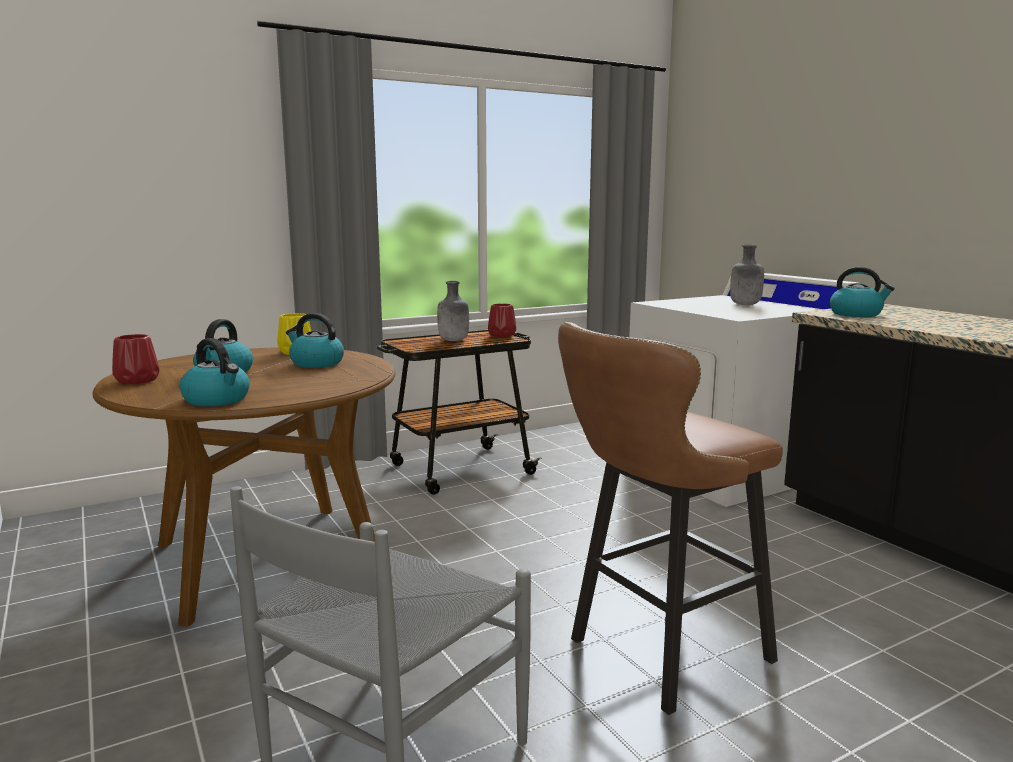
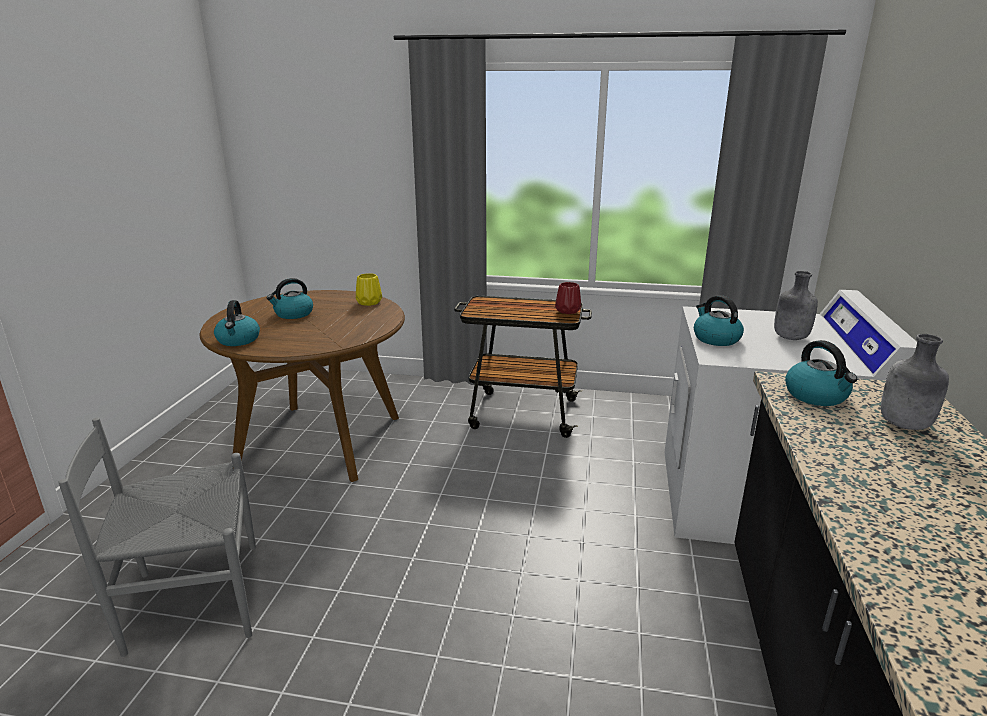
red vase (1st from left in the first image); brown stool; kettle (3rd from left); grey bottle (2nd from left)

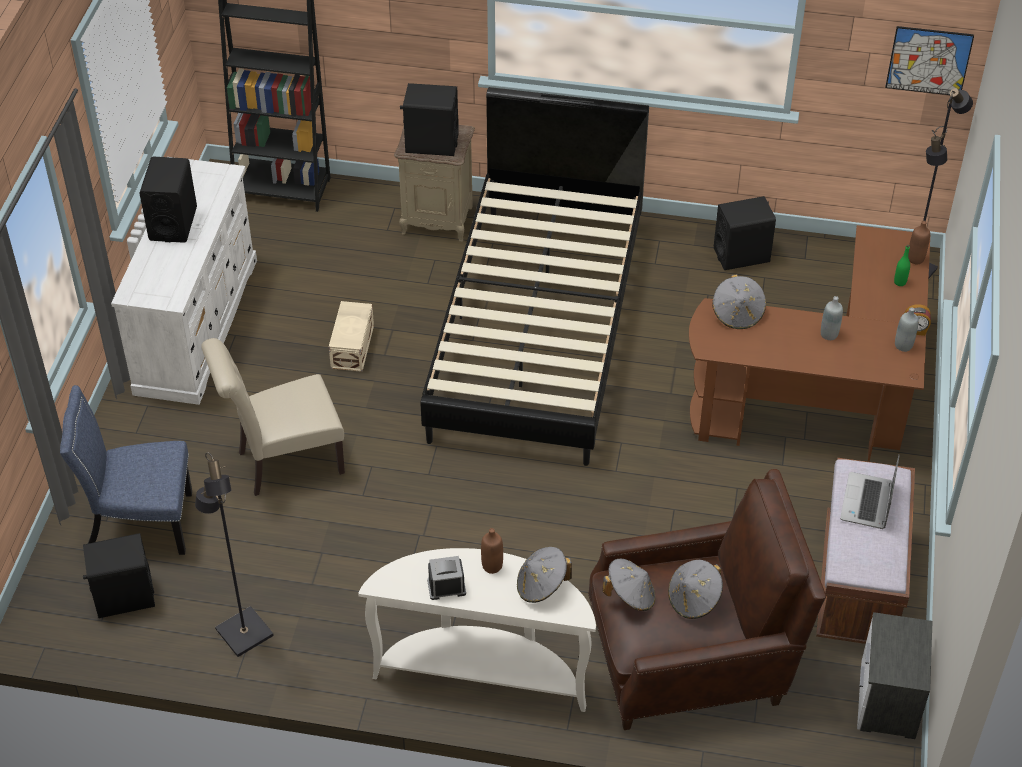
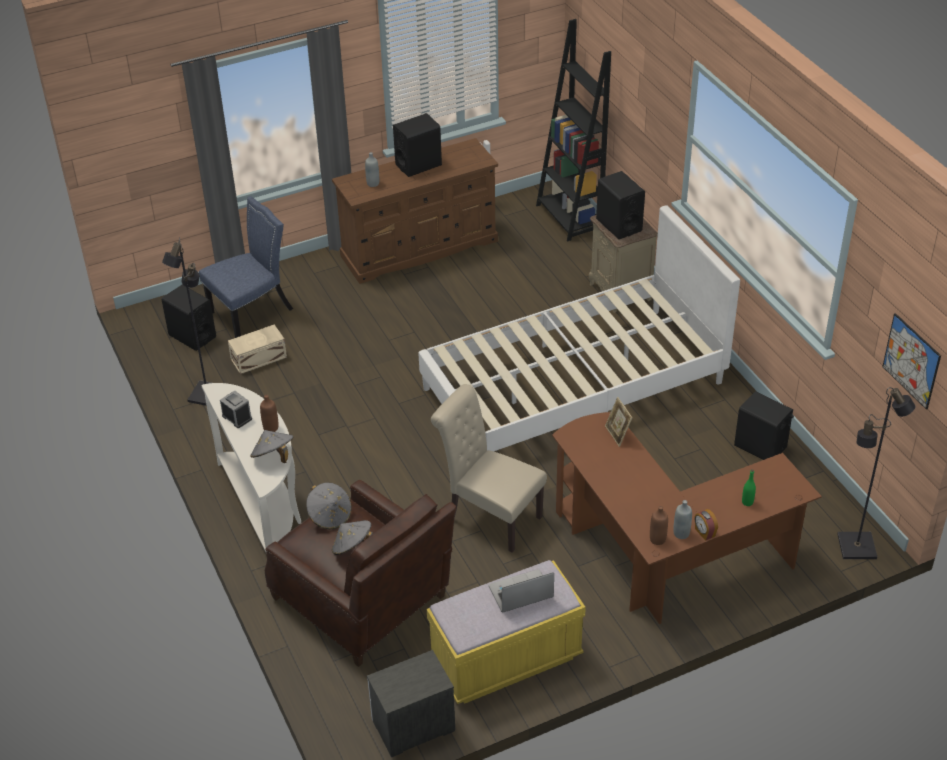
beige chair; beige storage box; grey bottle (1st from left); brown bottle (2nd from left); picture frame; brown dresser; white bed; yellow bench; blue chair

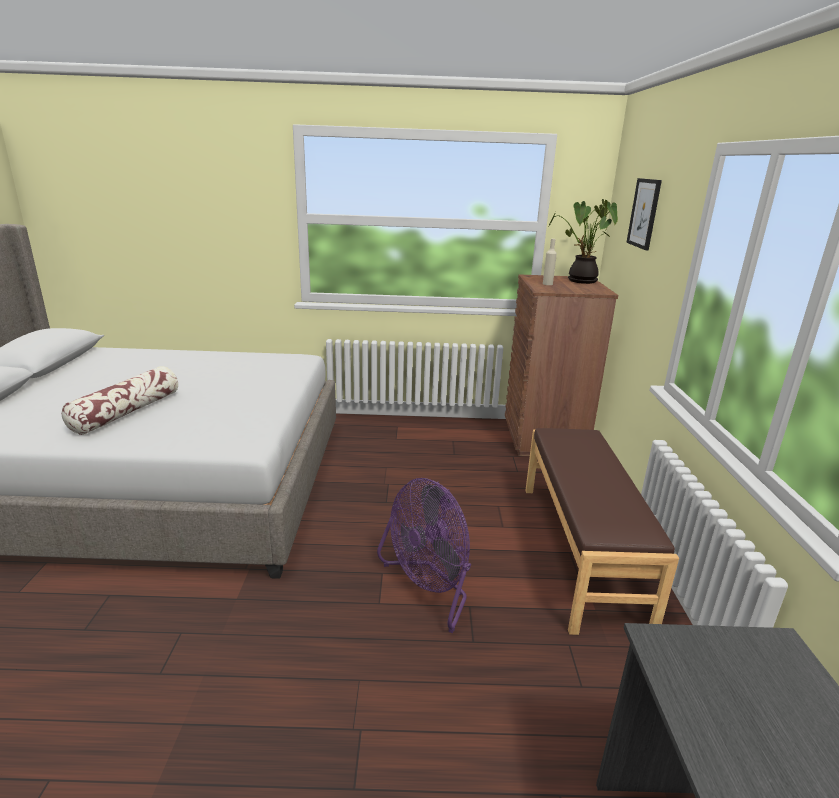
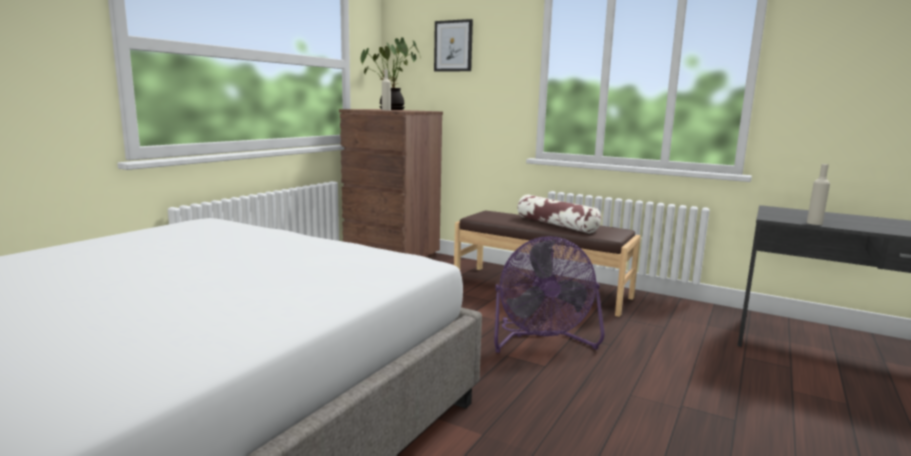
beige bottle (2nd from left); pillow

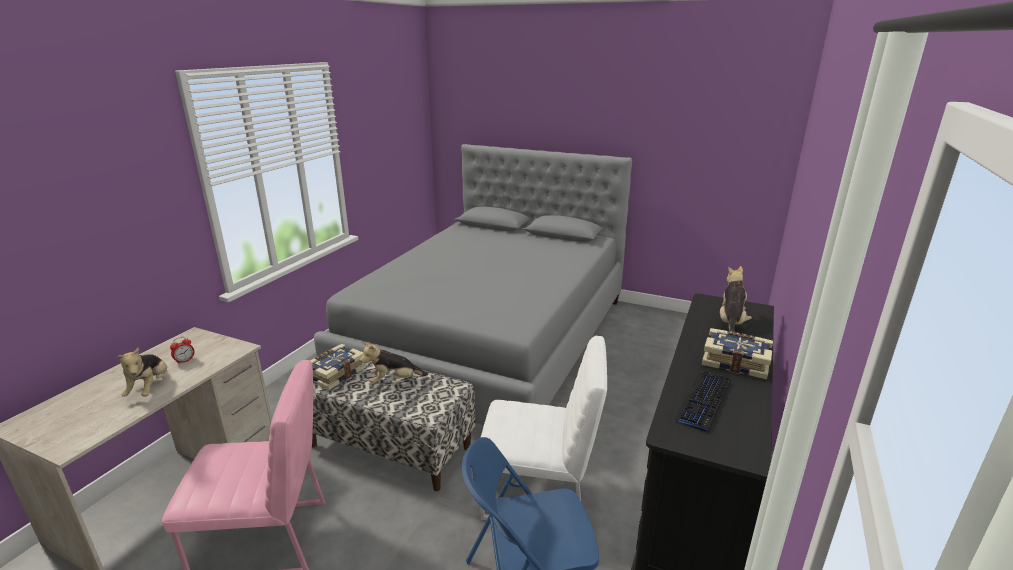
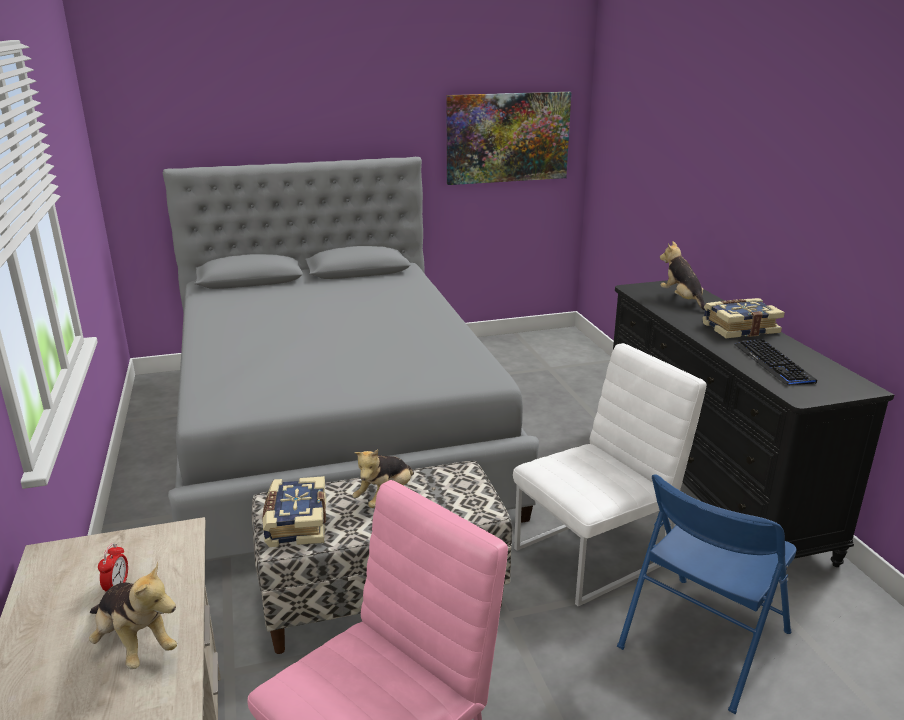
picture

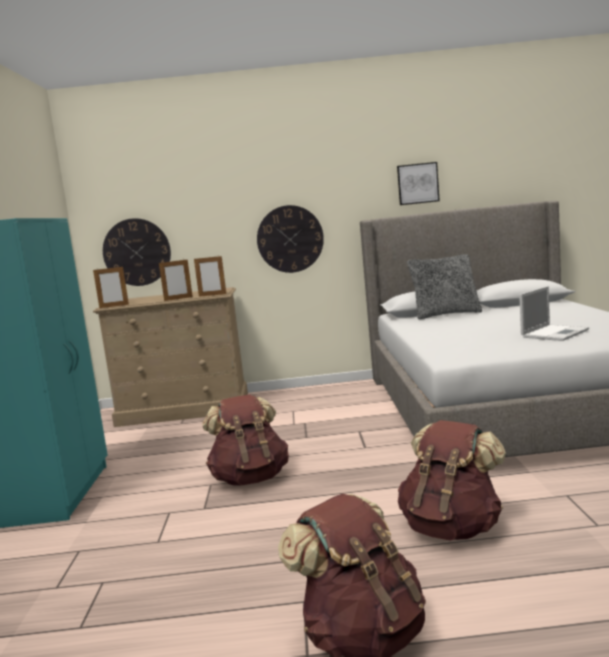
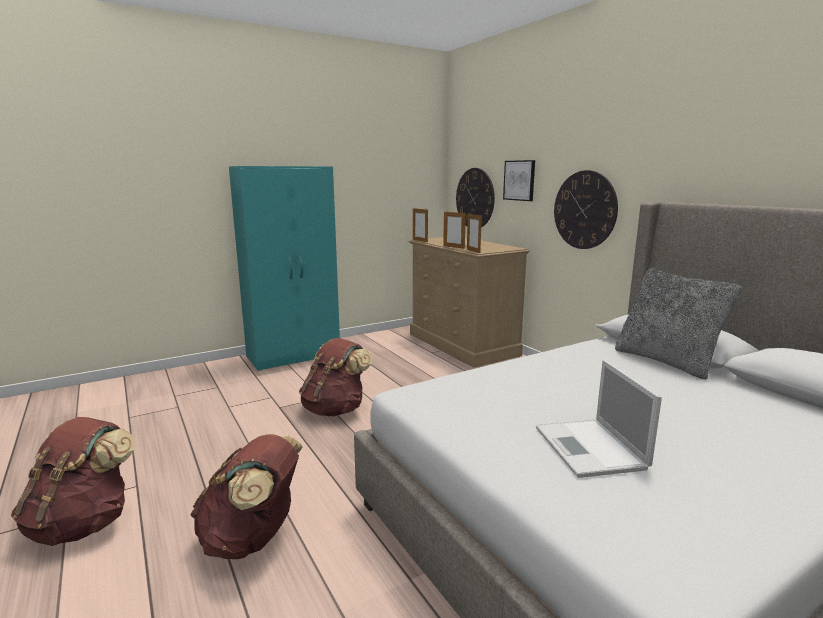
picture; laptop

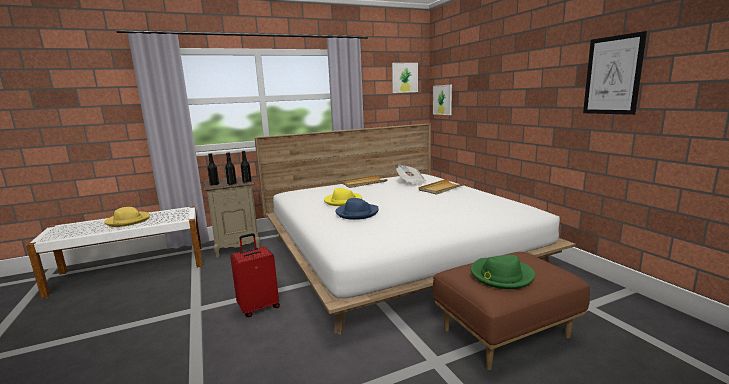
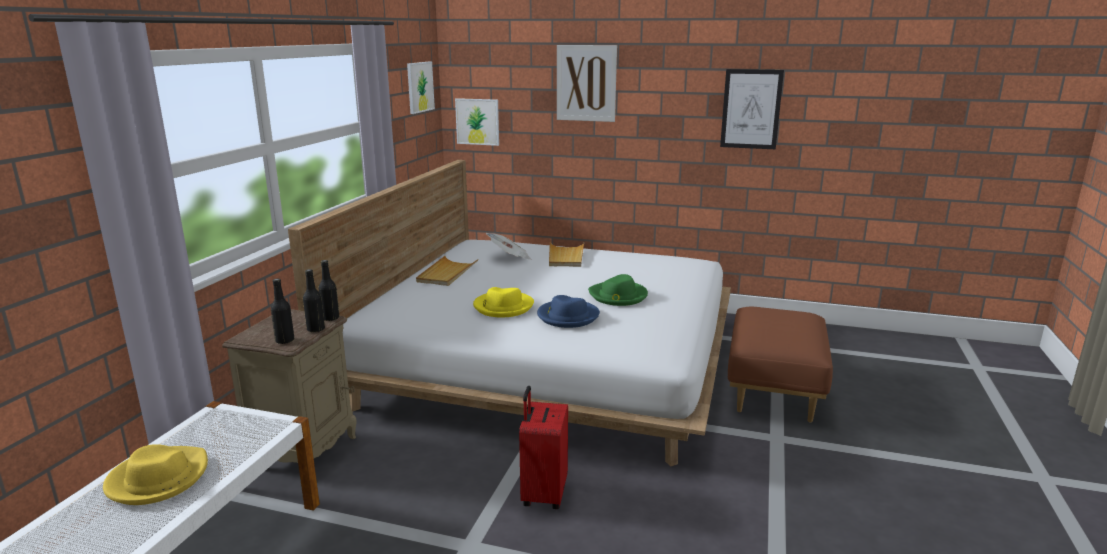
picture (3rd from left); green hat

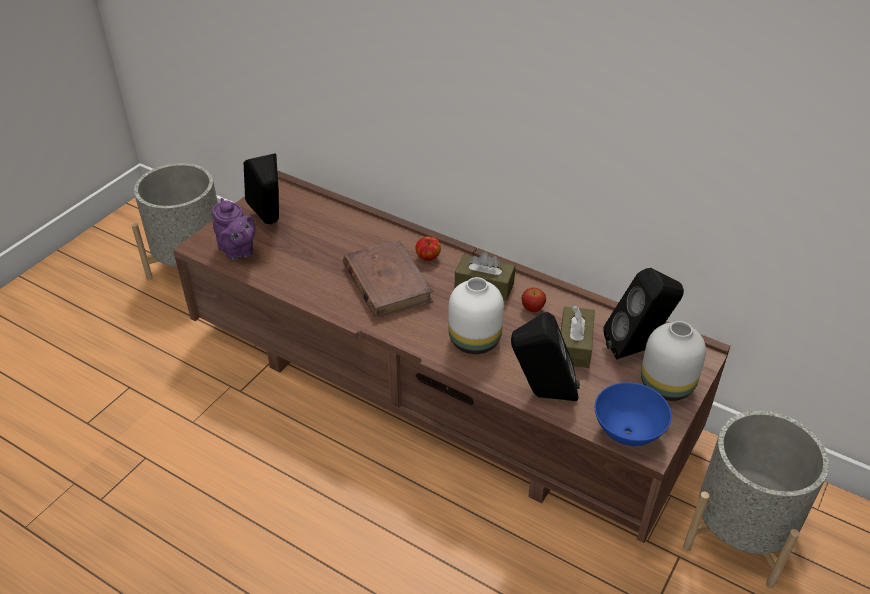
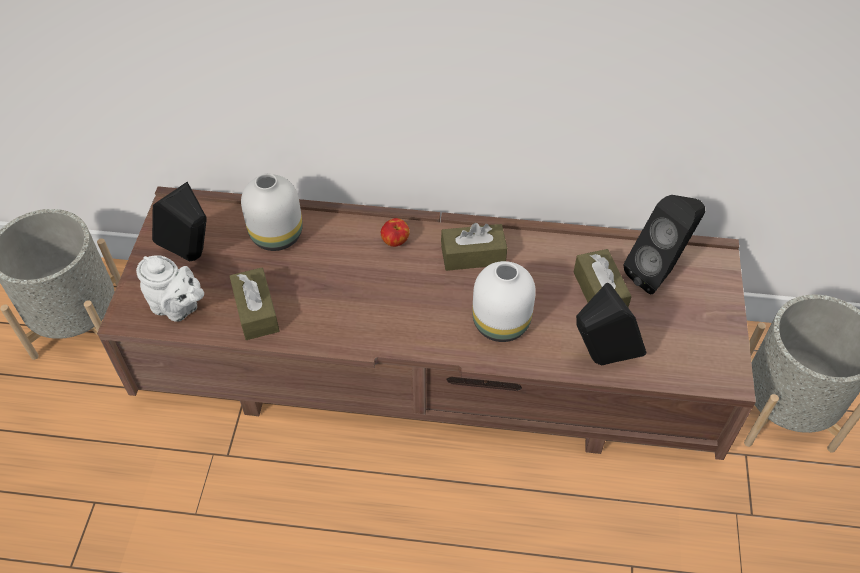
brown book; apple (2nd from left in the first image); blue bowl; brown tissue box (1st from left); white vase (1st from left); white teapot

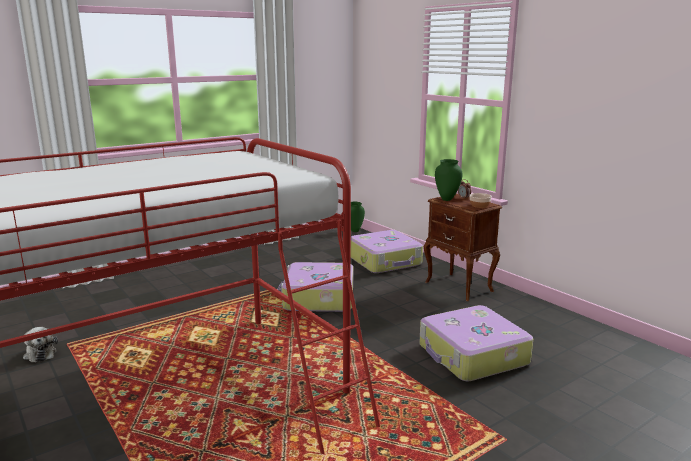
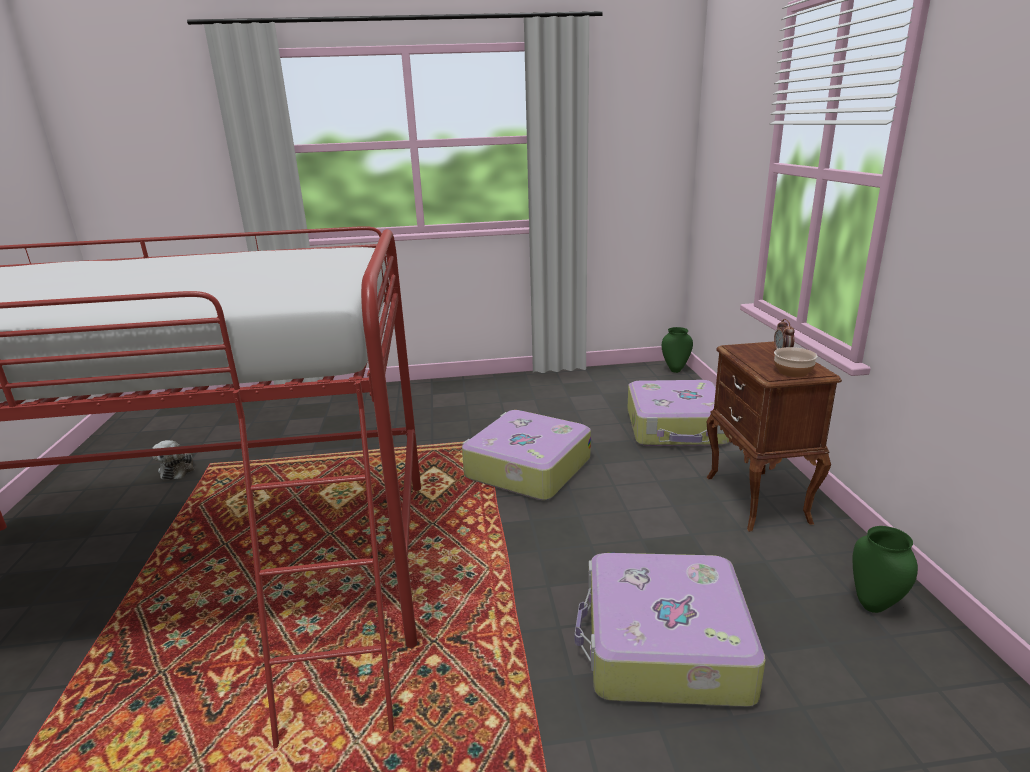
green vase (2nd from left)

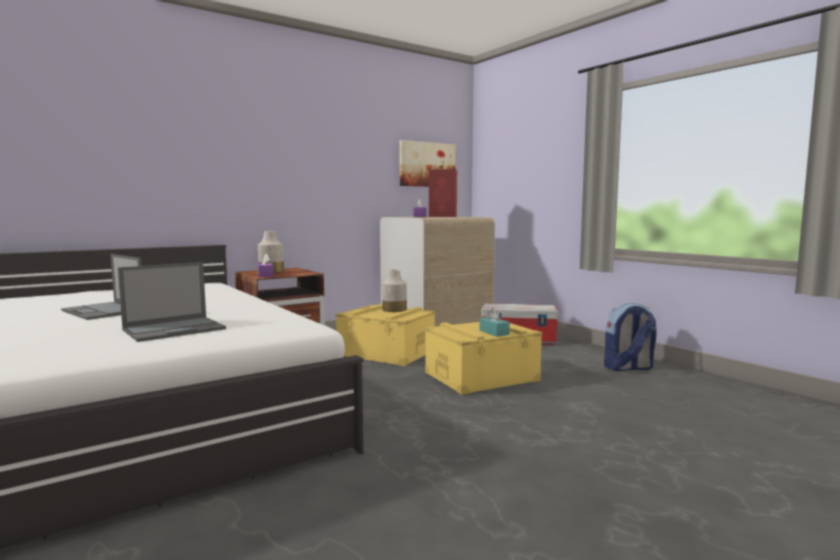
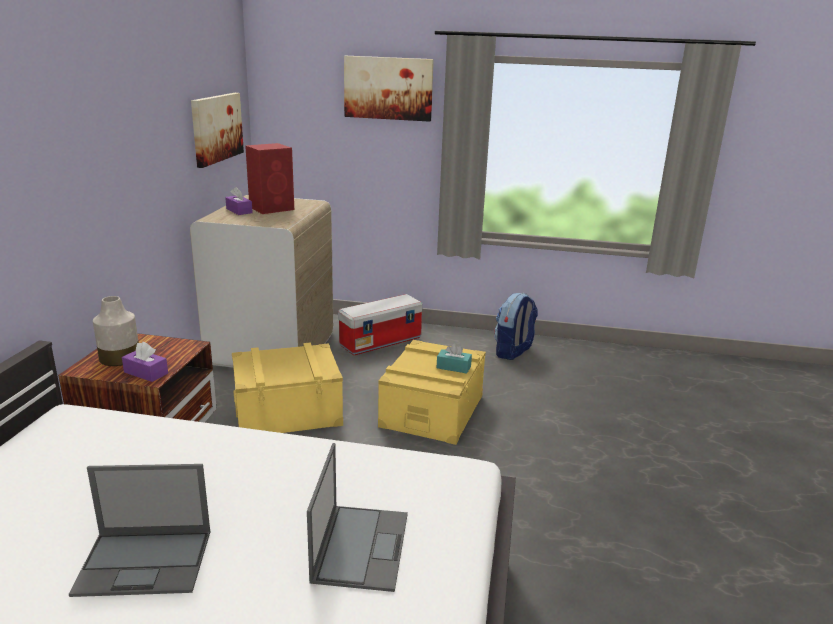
beige vase (2nd from left in the first image); picture (2nd from left)

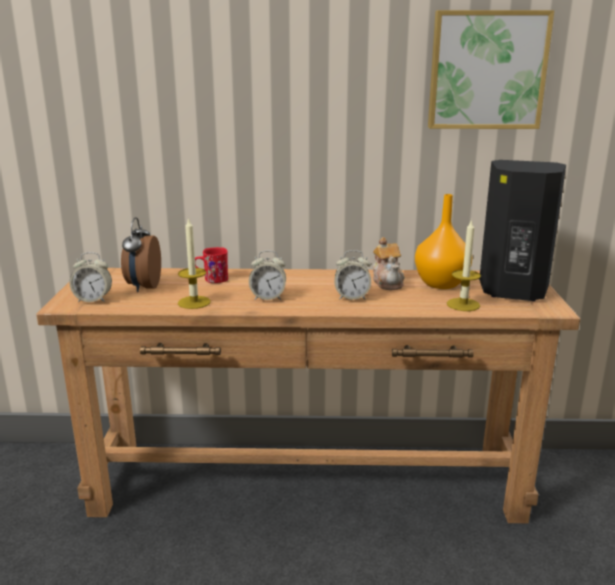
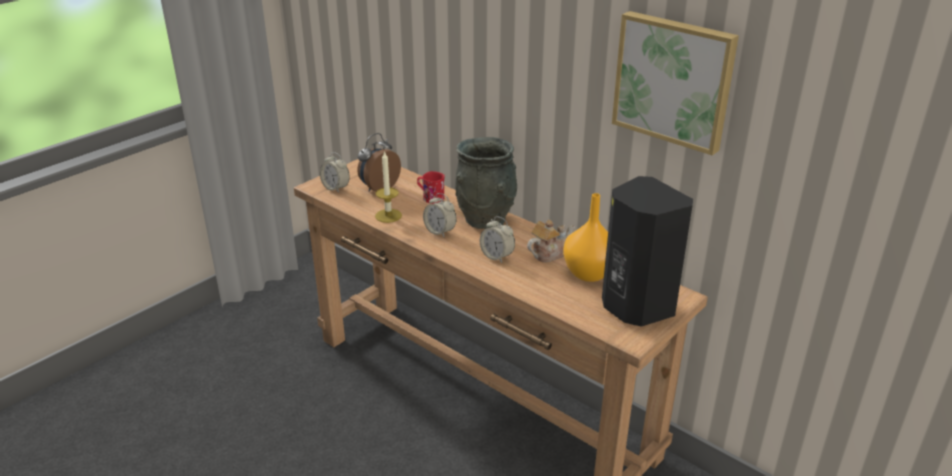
candle (2nd from left in the first image); grey vase; teapot

